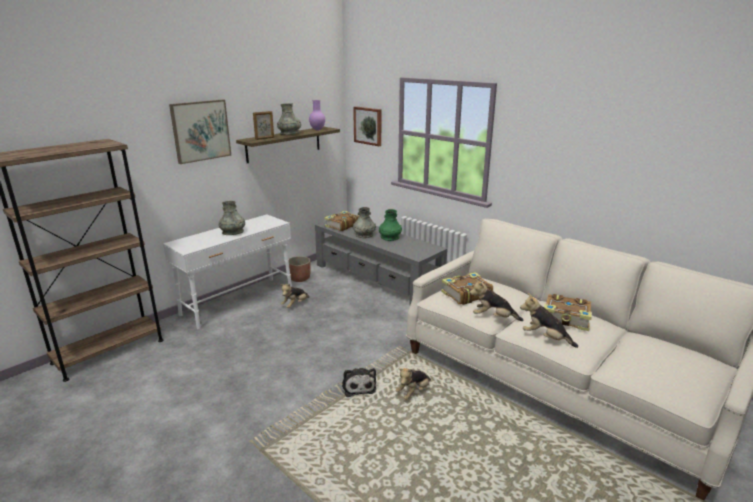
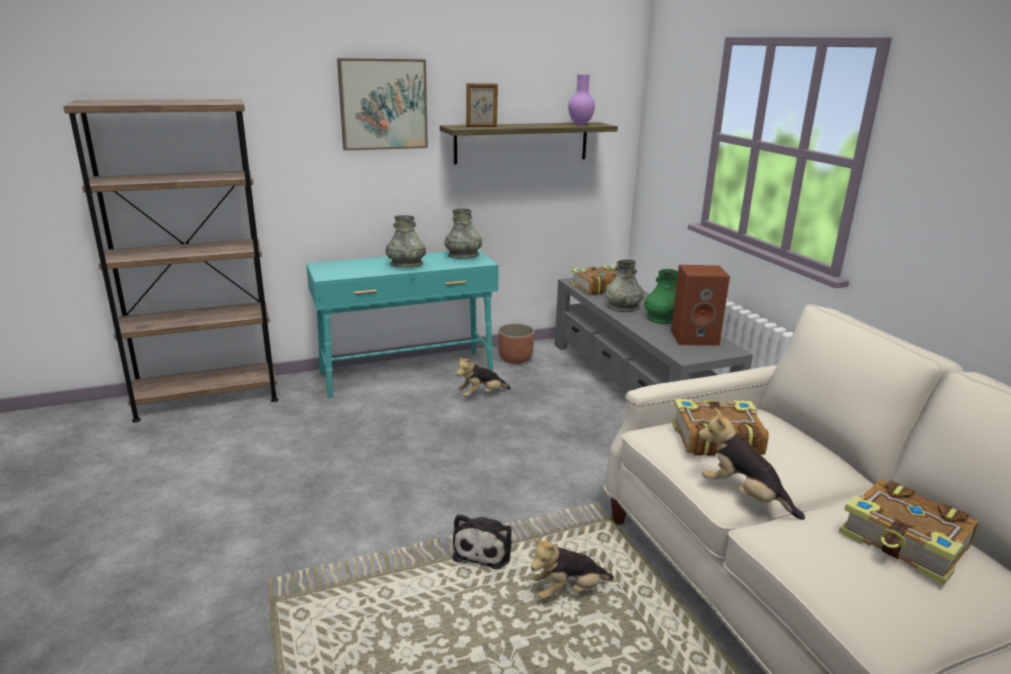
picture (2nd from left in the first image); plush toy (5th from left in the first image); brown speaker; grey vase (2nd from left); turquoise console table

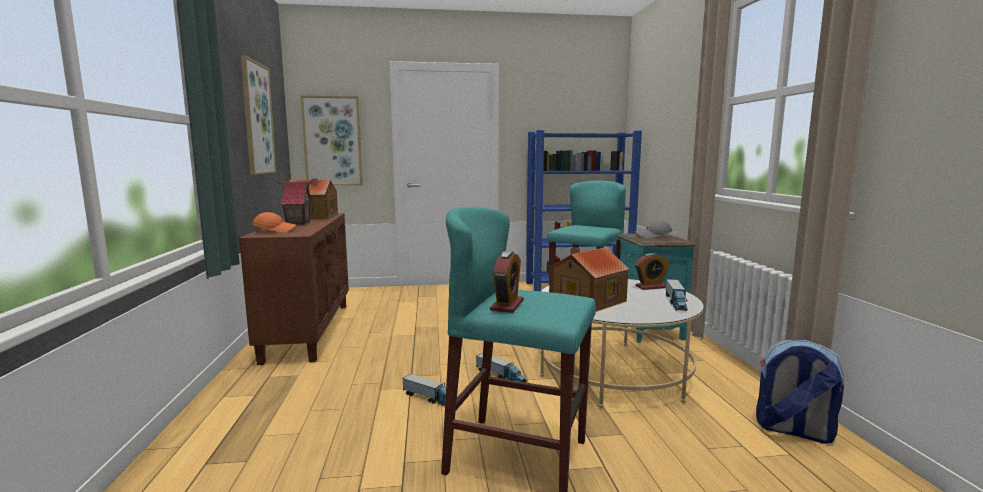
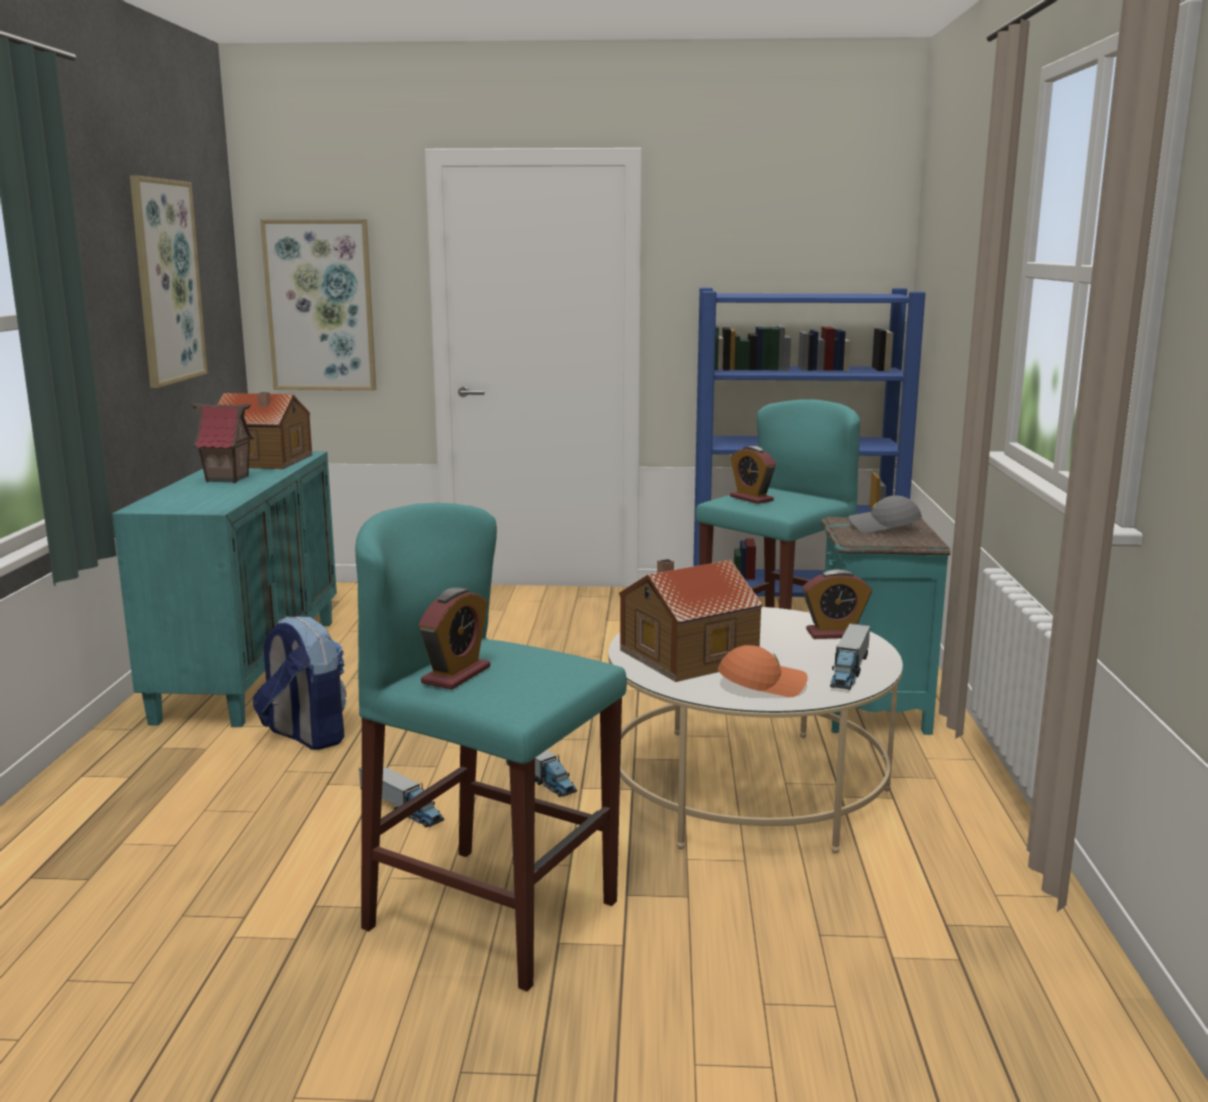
alarm clock (2nd from left); orange cap; backpack; turquoise cabinet

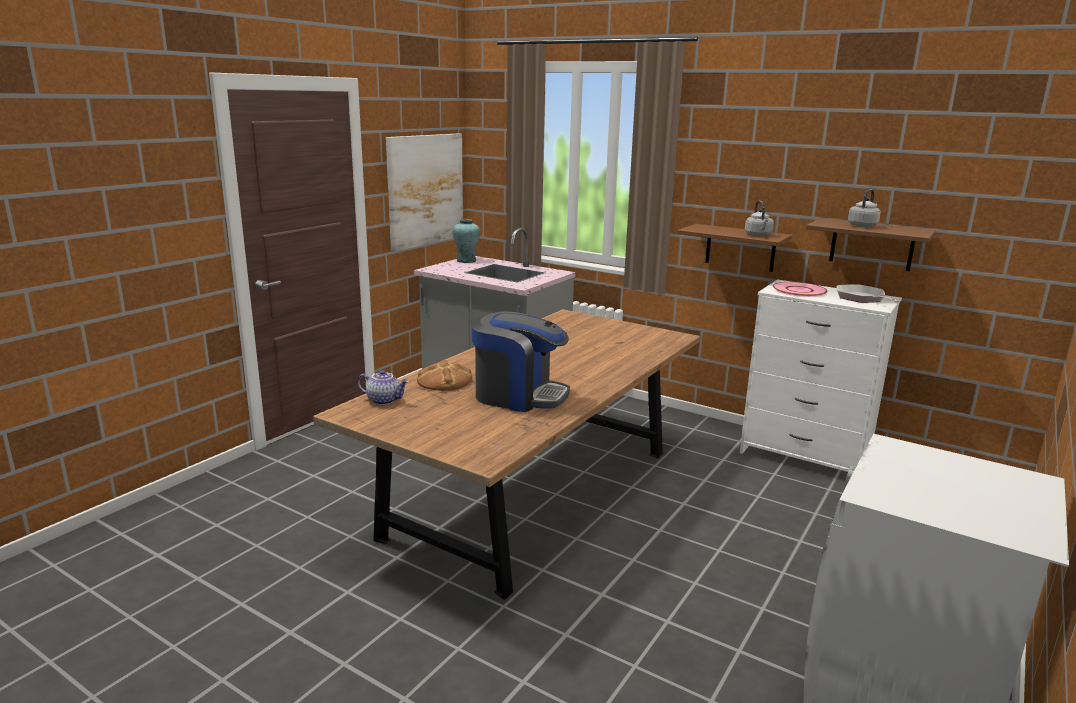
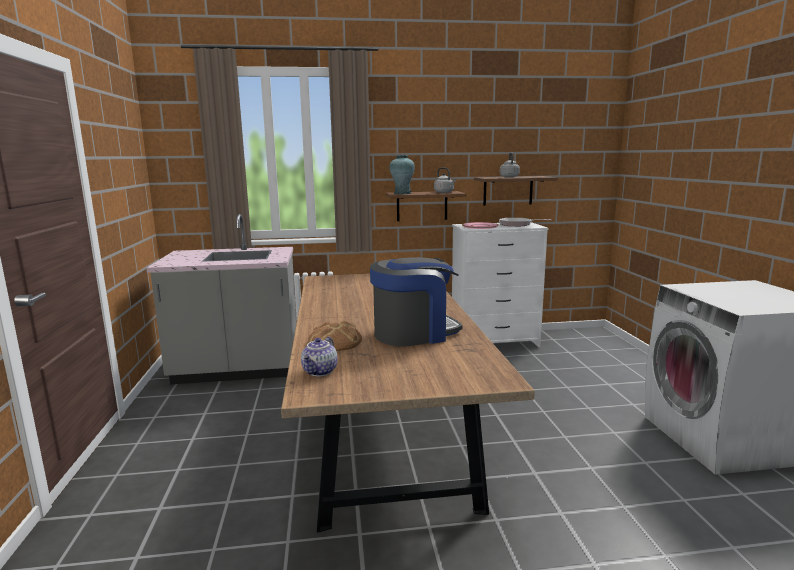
picture; turquoise vase; teapot

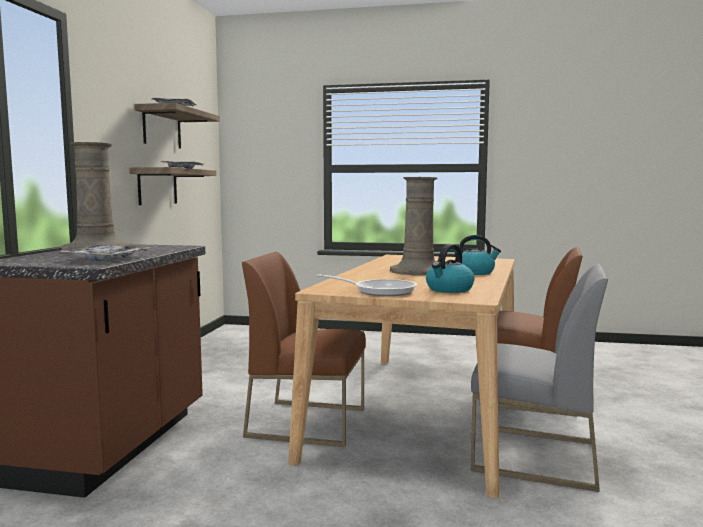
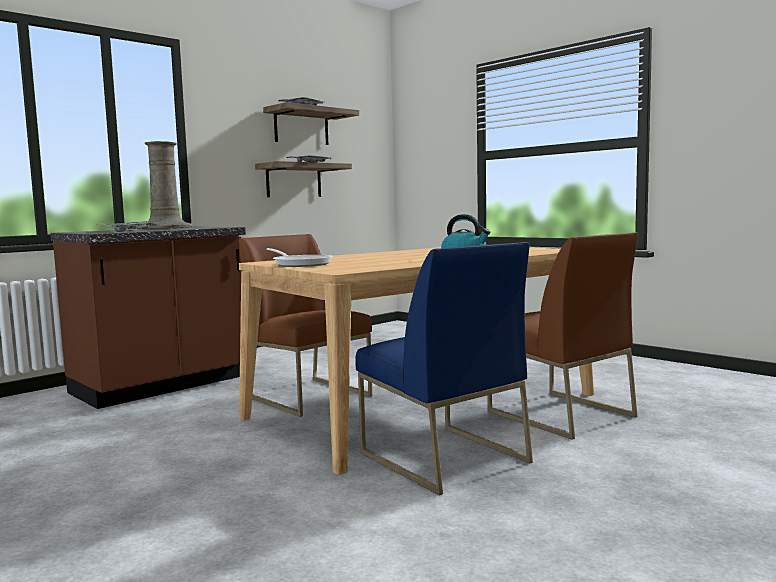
beige vase (2nd from left in the first image); kettle (1st from left in the first image); blue chair

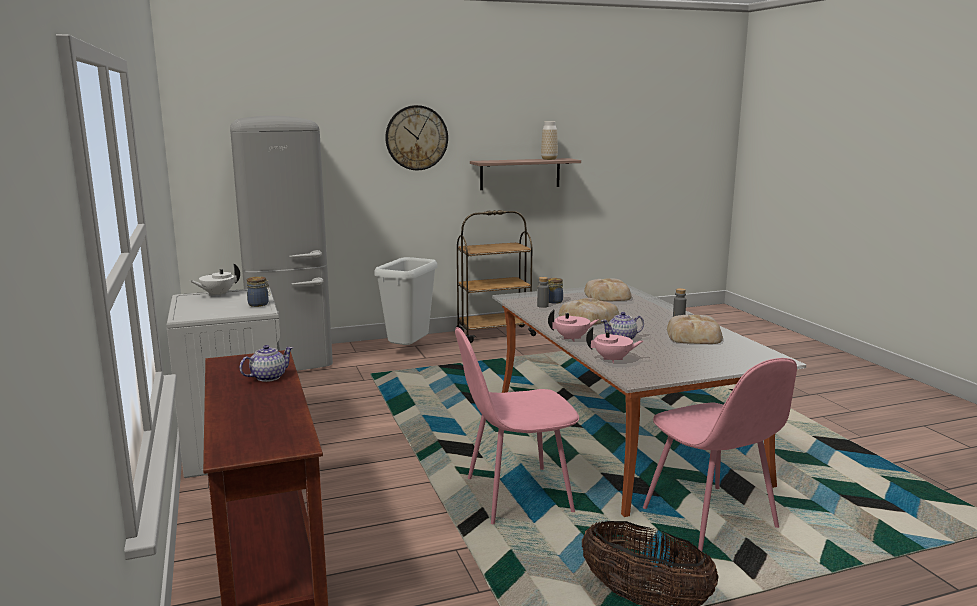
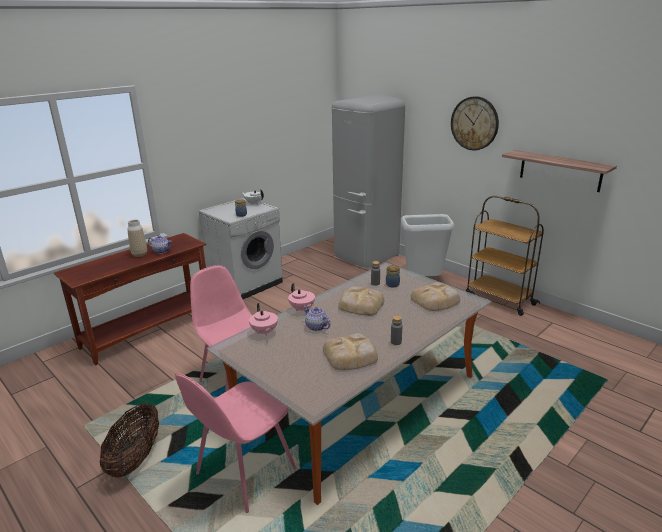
vase

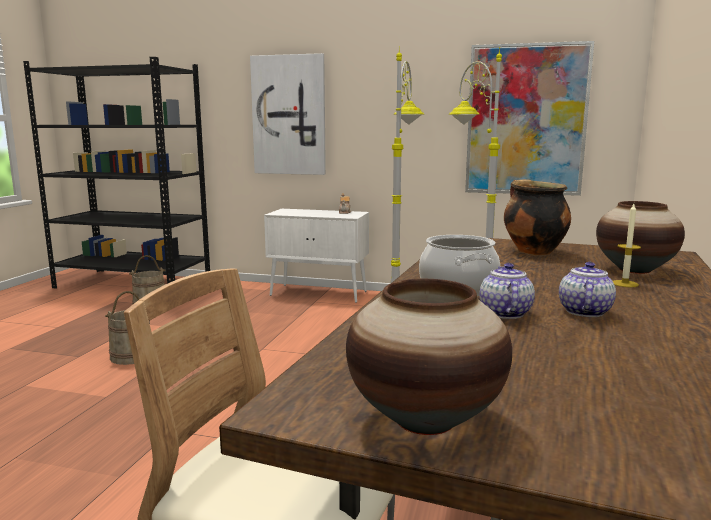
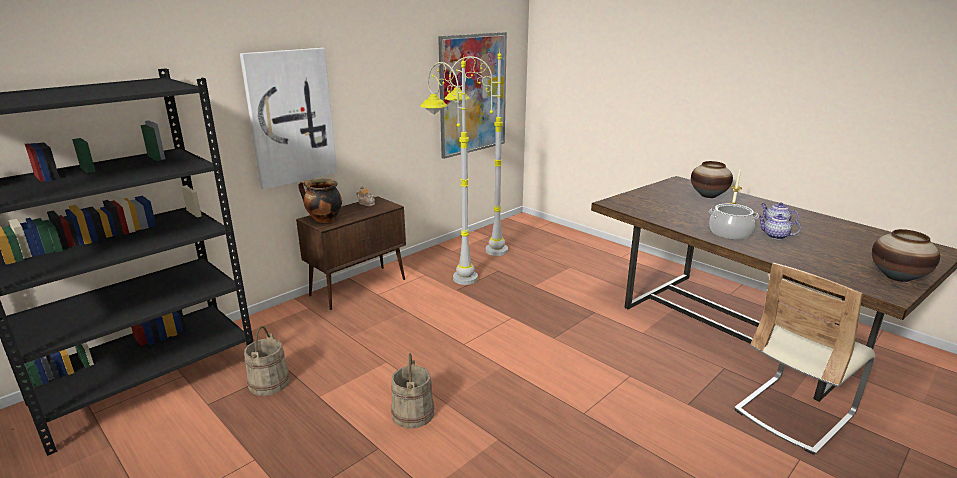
cooking pot (1st from left); brown cabinet

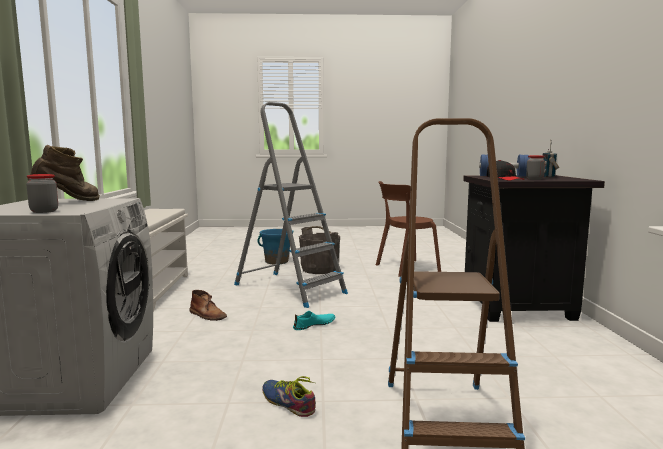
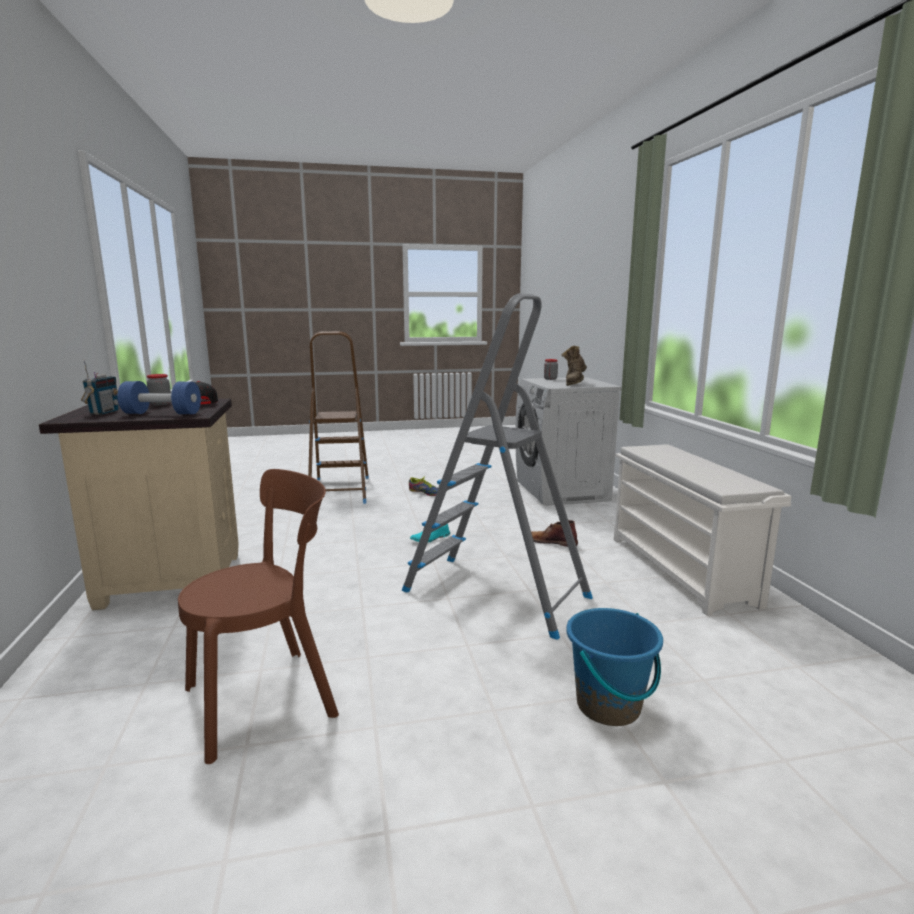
grey bucket; beige cabinet

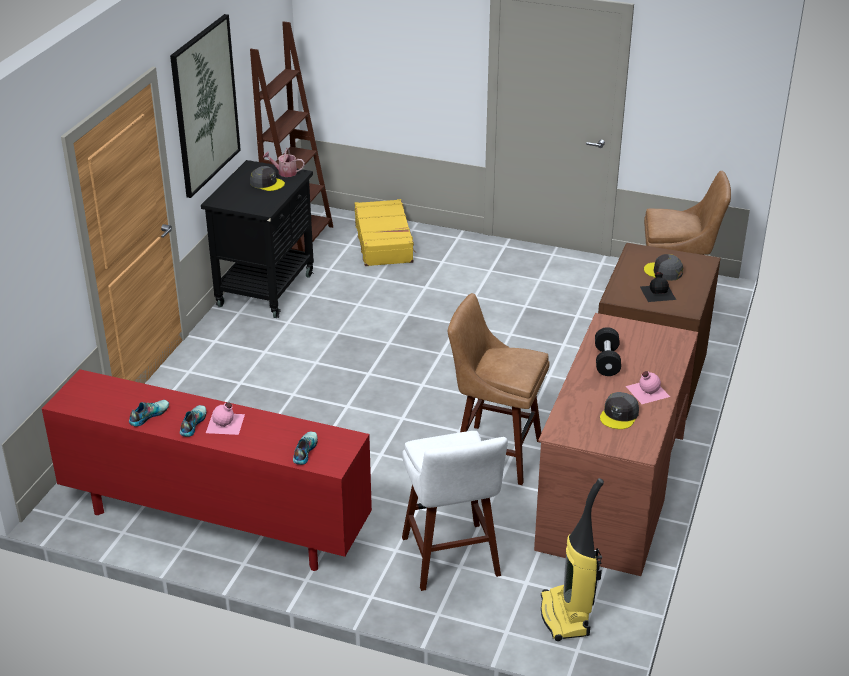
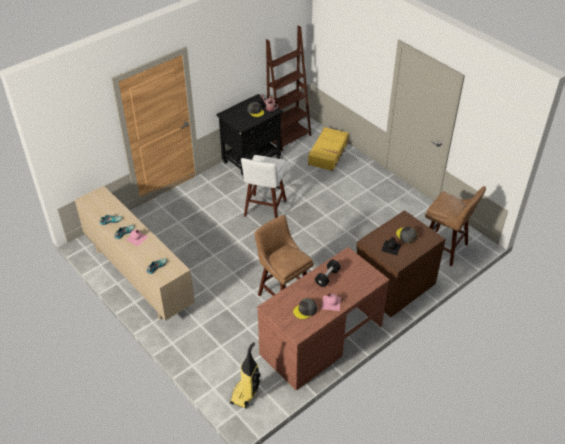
picture; white stool; beige cabinet

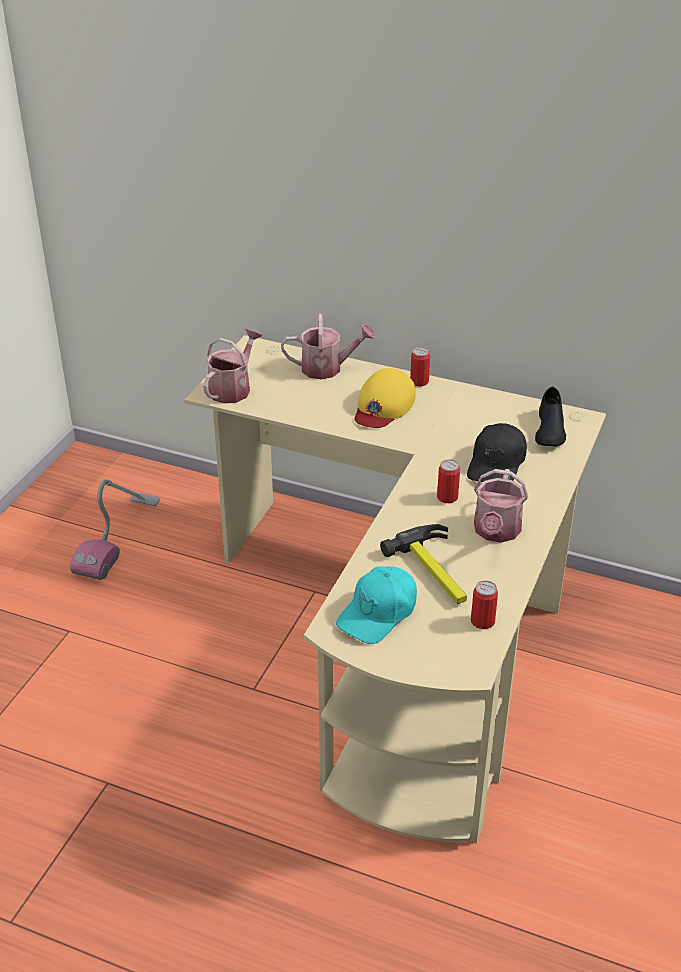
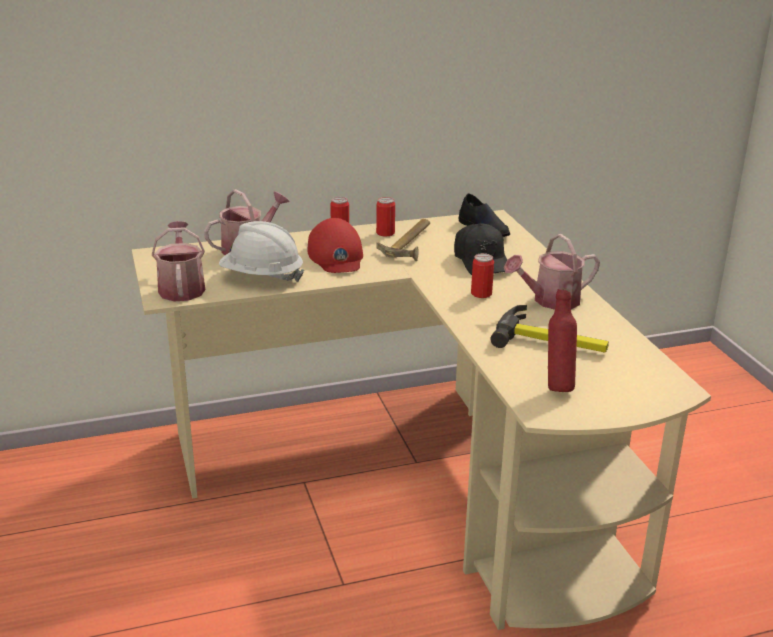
vacuum cleaner; white hard hat; hammer (1st from left); can (2nd from left); red bottle; red cap; watering can (3rd from left)

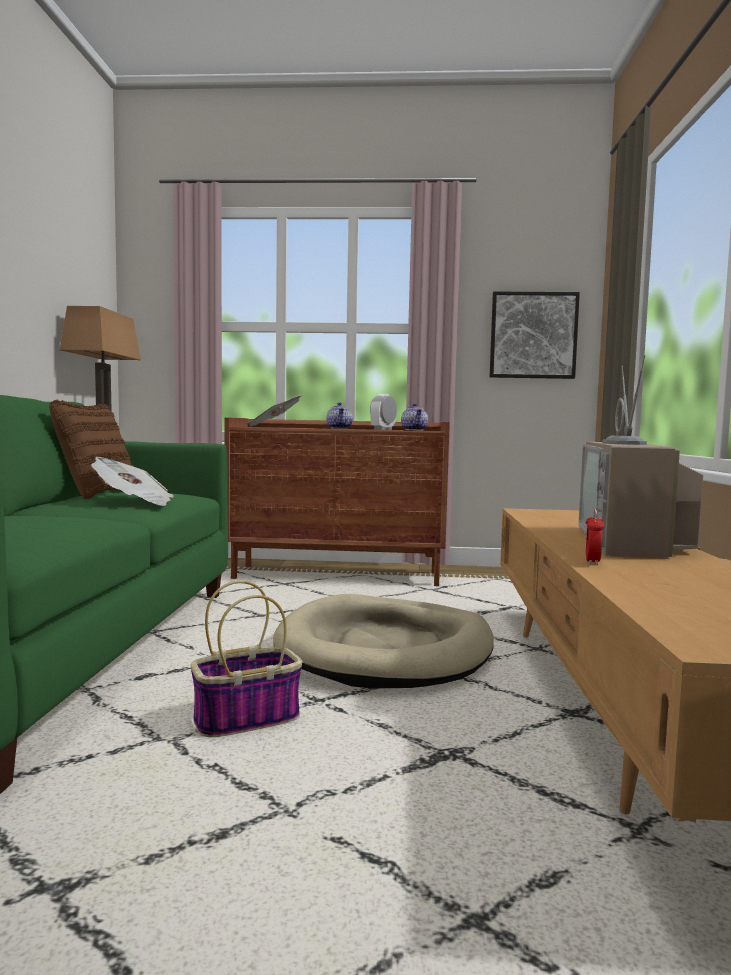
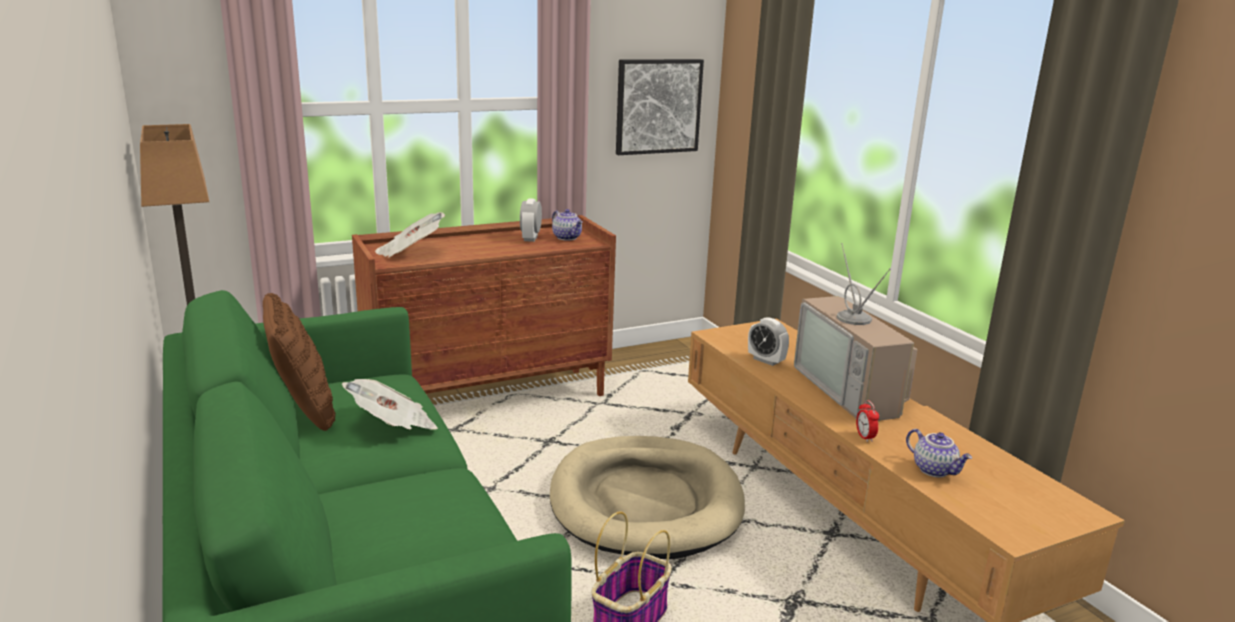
alarm clock (2nd from left); teapot (2nd from left)

